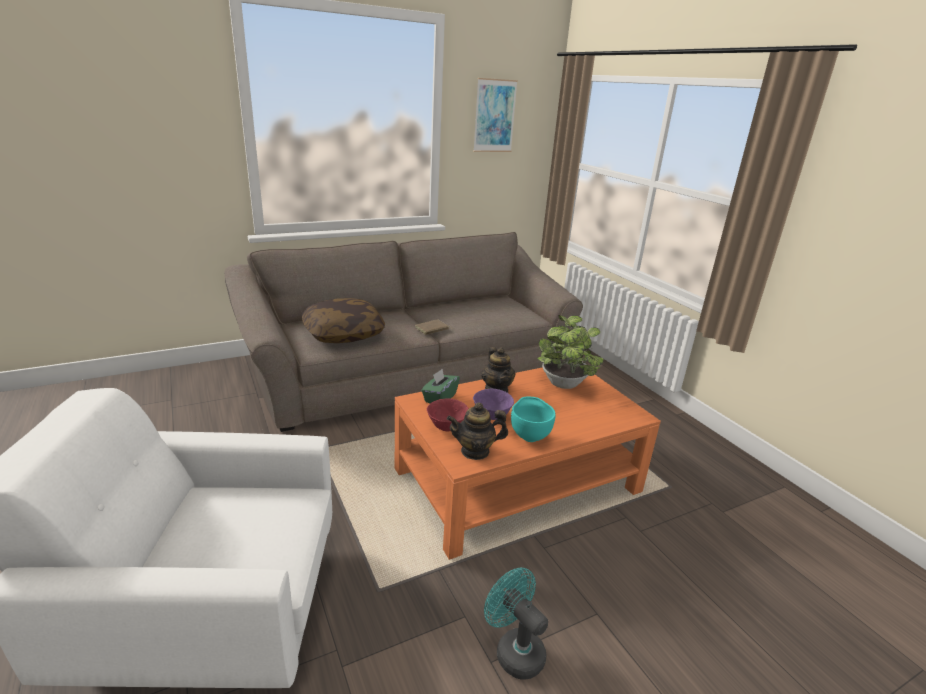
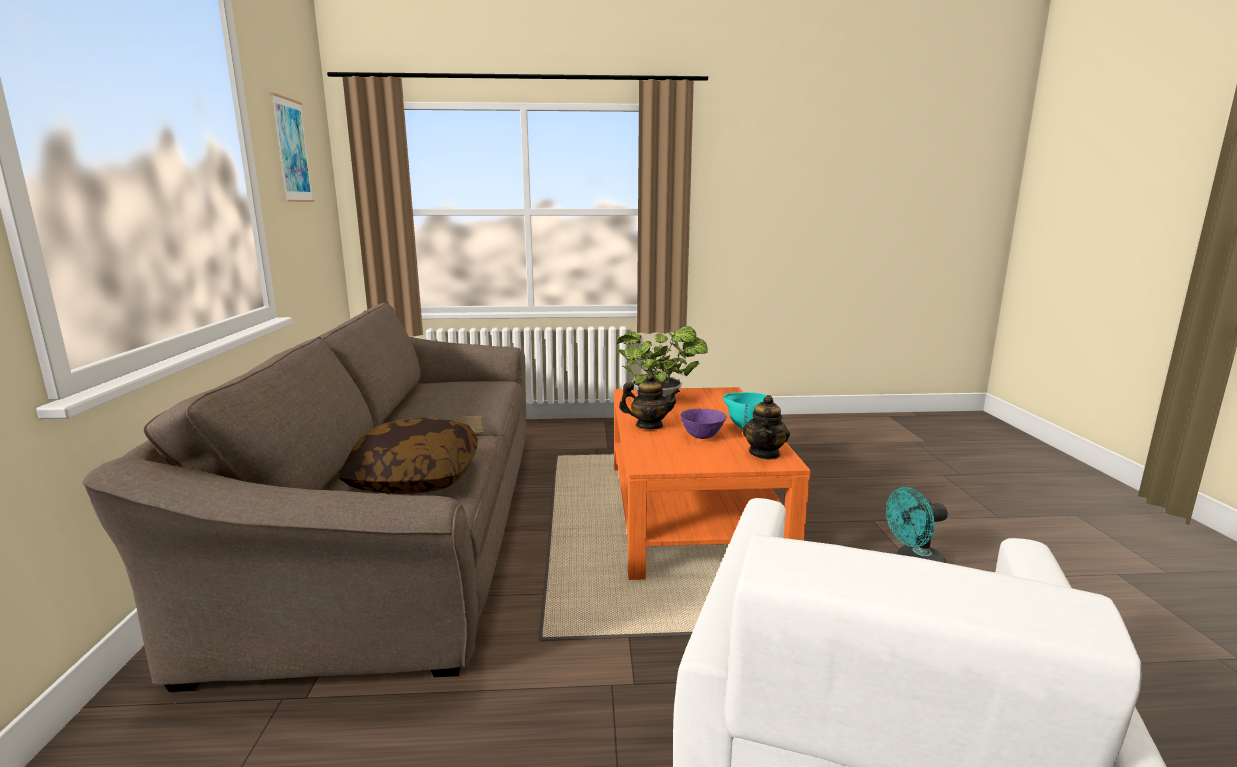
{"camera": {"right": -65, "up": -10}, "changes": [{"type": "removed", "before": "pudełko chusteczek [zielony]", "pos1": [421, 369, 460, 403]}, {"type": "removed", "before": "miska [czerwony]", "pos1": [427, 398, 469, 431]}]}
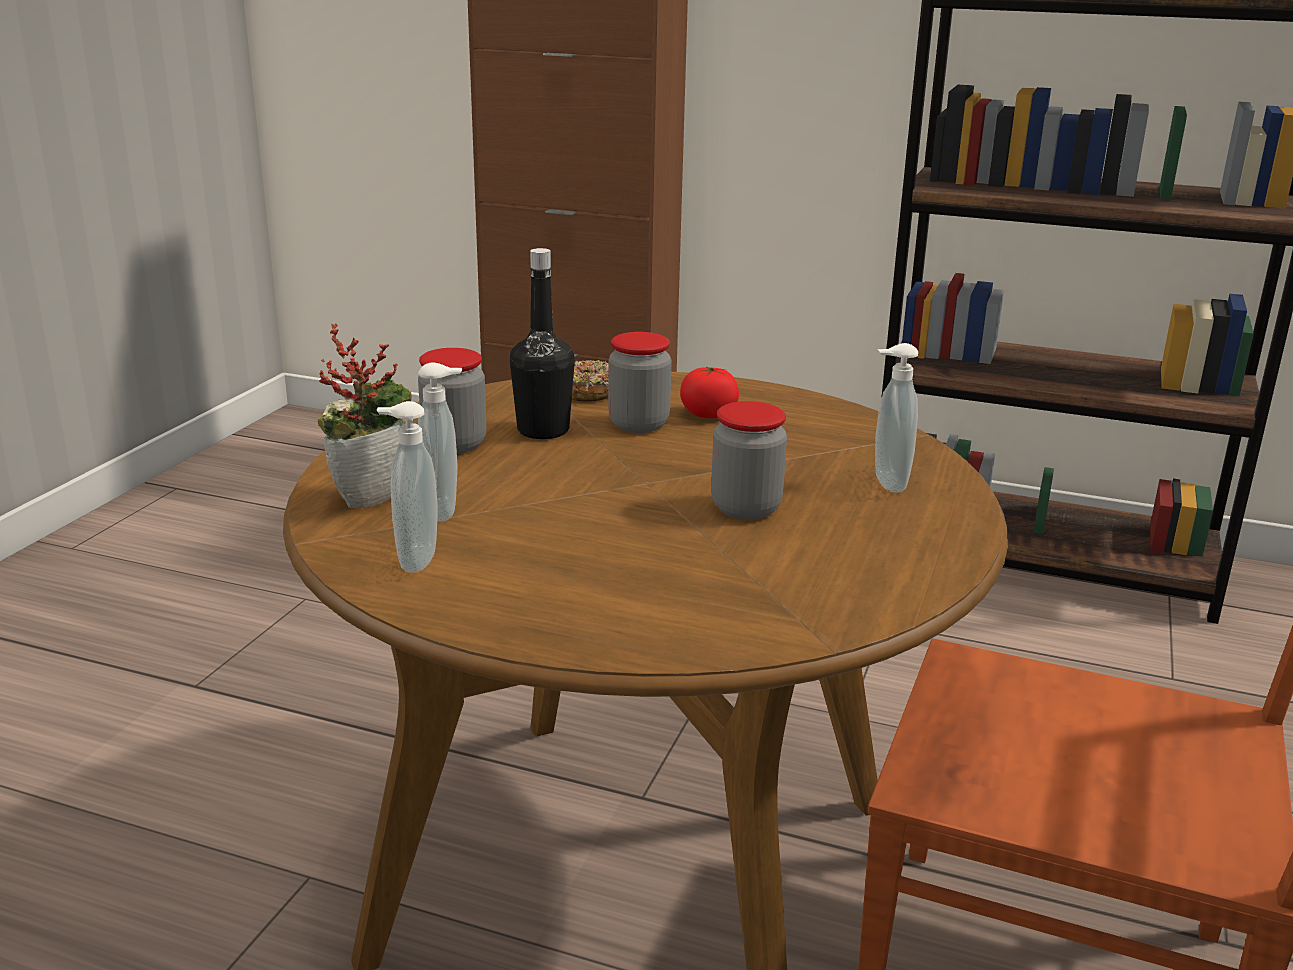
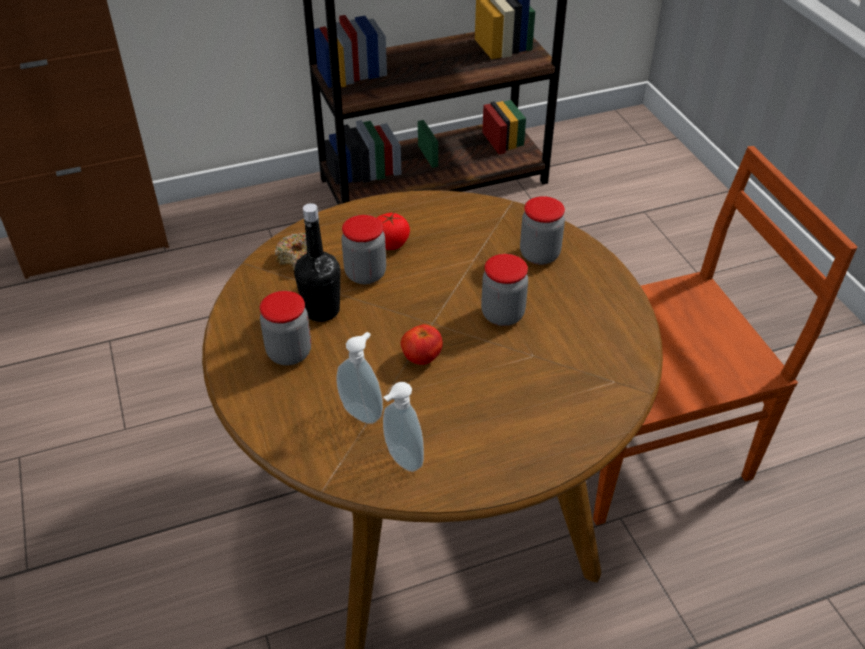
{"camera": {"right": -40, "up": 20}, "changes": [{"type": "removed", "before": "roślina doniczkowa", "pos1": [318, 323, 412, 509]}, {"type": "replaced", "before": "dozownik mydła", "after": "słoik", "pos1": [875, 343, 918, 492], "pos2": [520, 196, 565, 265]}, {"type": "added", "after": "pomidor", "pos2": [401, 324, 443, 365]}]}
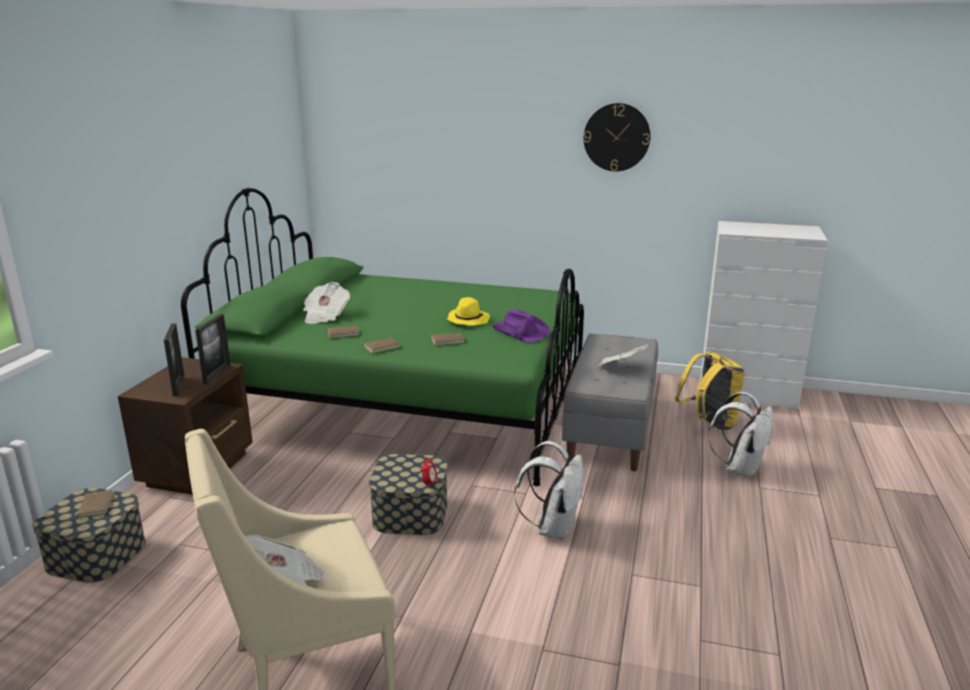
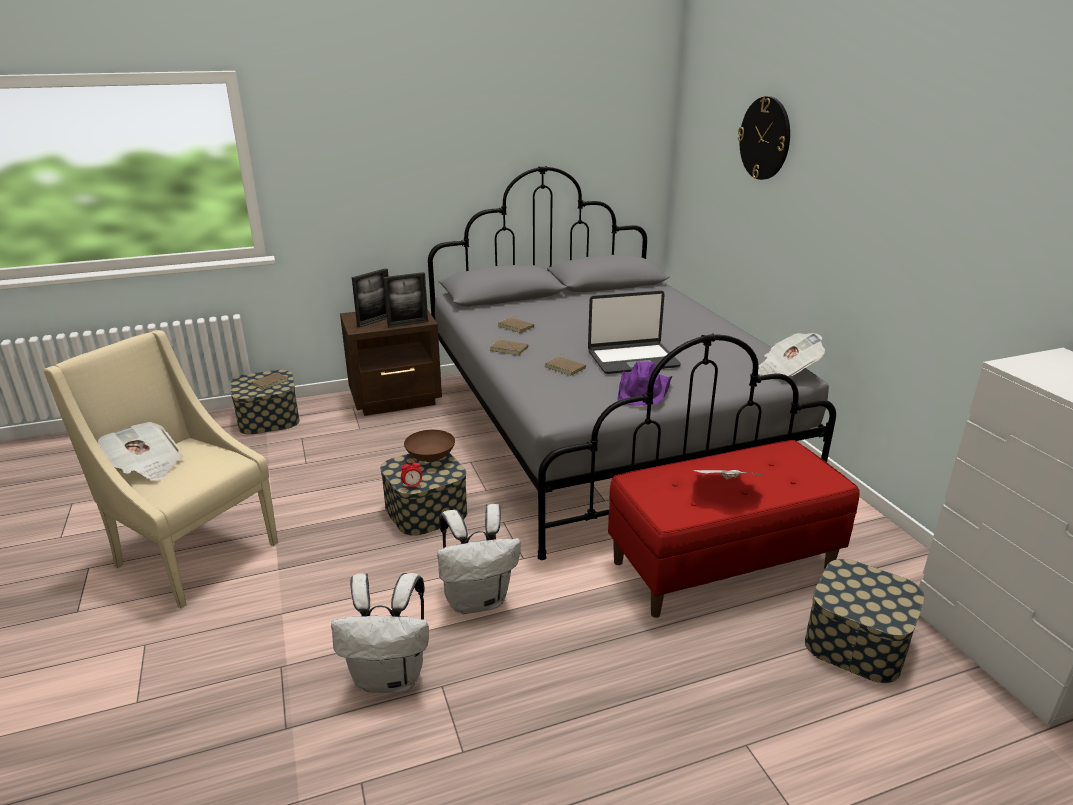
{"camera": {"right": 55, "up": 5}, "changes": [{"type": "moved", "before": "zegar ścienny", "pos1": [584, 103, 650, 171], "pos2": [738, 96, 790, 180]}, {"type": "recoloured", "before": "łóżko [zielony]", "after": "łóżko [szary]", "pos1": [181, 188, 584, 486], "pos2": [428, 166, 836, 560]}, {"type": "moved", "before": "gazeta", "pos1": [303, 282, 350, 324], "pos2": [758, 333, 825, 376]}, {"type": "replaced", "before": "kapelusz [żółty]", "after": "laptop", "pos1": [447, 297, 490, 325], "pos2": [588, 291, 681, 374]}, {"type": "recoloured", "before": "ławka [szary]", "after": "ławka [czerwony]", "pos1": [562, 333, 658, 471], "pos2": [608, 440, 860, 618]}, {"type": "replaced", "before": "plecak [żółty]", "after": "pojemnik do przechowywania", "pos1": [675, 351, 745, 431], "pos2": [804, 559, 925, 683]}, {"type": "moved", "before": "plecak [biały]", "pos1": [708, 392, 773, 478], "pos2": [331, 573, 429, 693]}, {"type": "added", "after": "miska [brązowy]", "pos2": [404, 430, 455, 462]}]}
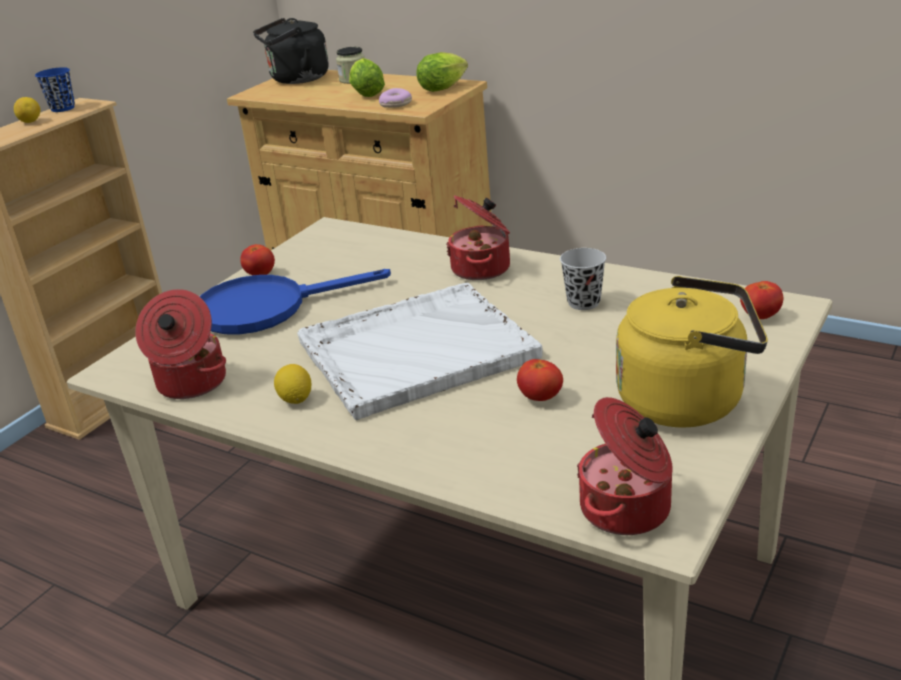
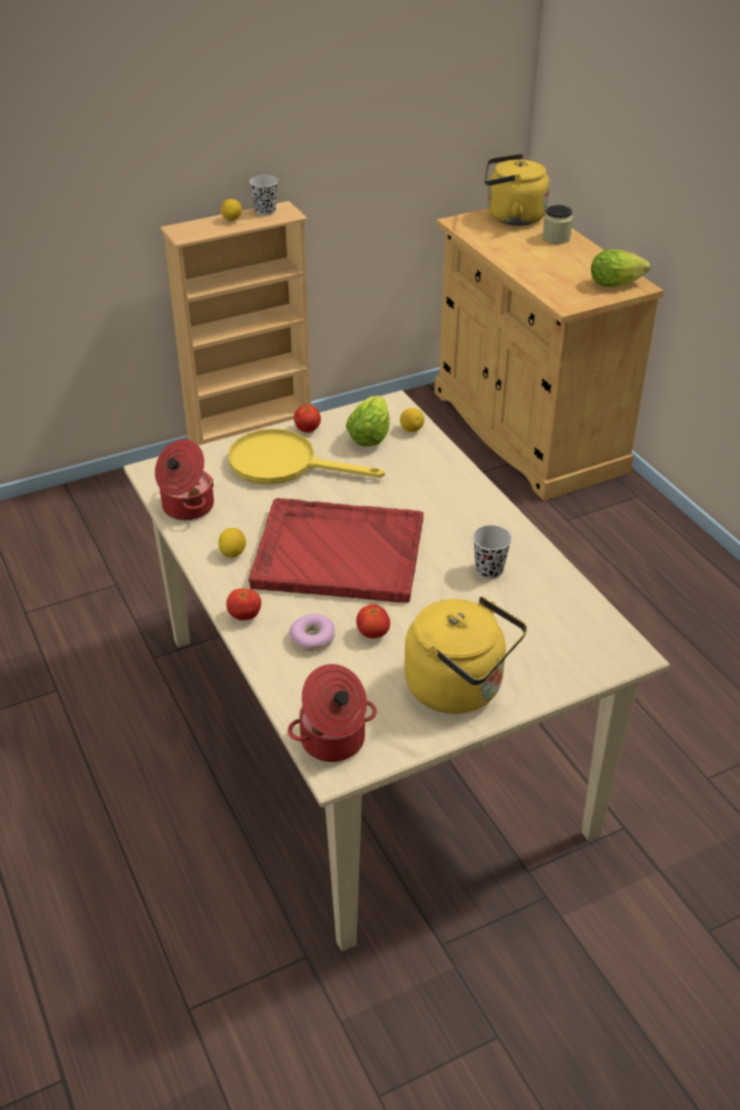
{"camera": {"right": 30, "up": 10}, "changes": [{"type": "recoloured", "before": "czajnik [czarny]", "after": "czajnik [żółty]", "pos1": [253, 18, 329, 84], "pos2": [484, 154, 550, 226]}, {"type": "moved", "before": "sałata", "pos1": [349, 58, 385, 97], "pos2": [346, 396, 389, 447]}, {"type": "recoloured", "before": "filiżanka [niebieski]", "after": "filiżanka [czarny]", "pos1": [35, 67, 75, 112], "pos2": [249, 175, 278, 215]}, {"type": "moved", "before": "donut", "pos1": [379, 88, 412, 108], "pos2": [289, 614, 335, 652]}, {"type": "removed", "before": "garnek", "pos1": [446, 195, 510, 280]}, {"type": "recoloured", "before": "patelnia [niebieski]", "after": "patelnia [żółty]", "pos1": [200, 269, 391, 334], "pos2": [228, 429, 385, 484]}, {"type": "moved", "before": "pomidor", "pos1": [740, 281, 783, 319], "pos2": [226, 588, 261, 620]}, {"type": "recoloured", "before": "taca [biały]", "after": "taca [czerwony]", "pos1": [297, 283, 543, 421], "pos2": [248, 498, 424, 603]}, {"type": "added", "after": "cytryna", "pos2": [400, 408, 424, 432]}]}
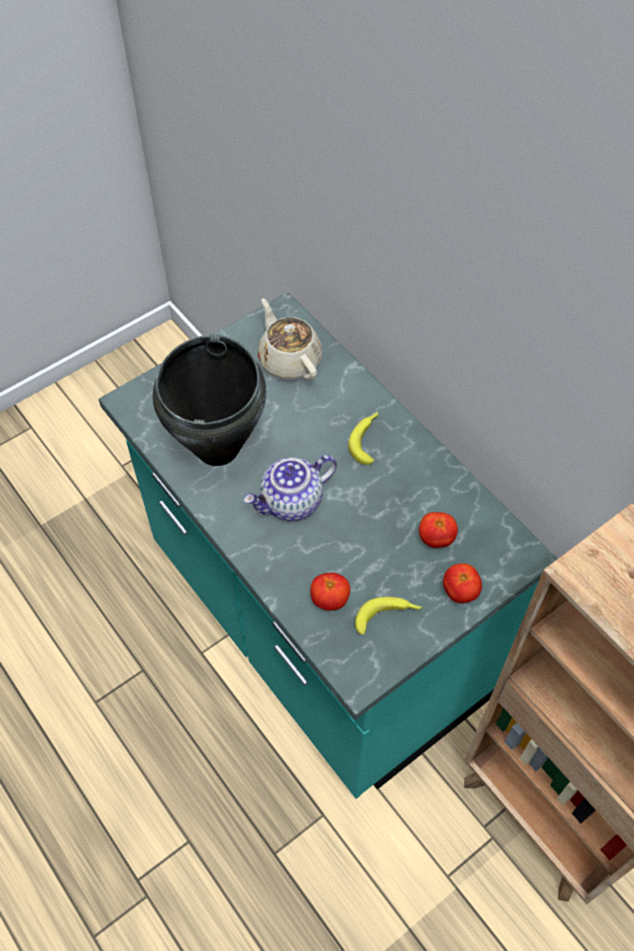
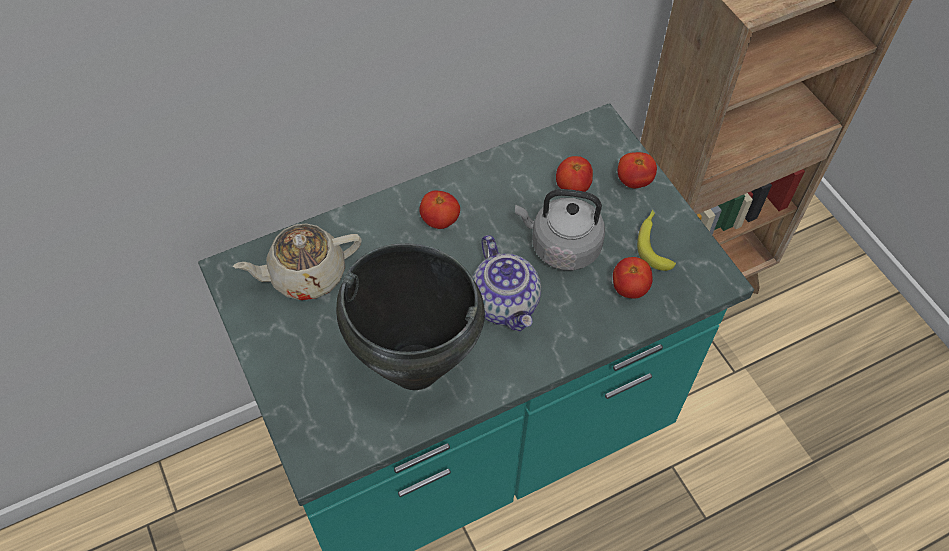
{"camera": {"right": -80, "up": 0}, "changes": [{"type": "replaced", "before": "banan", "after": "pomidor", "pos1": [348, 411, 378, 465], "pos2": [419, 190, 460, 229]}, {"type": "added", "after": "czajnik [szary]", "pos2": [515, 189, 605, 270]}]}
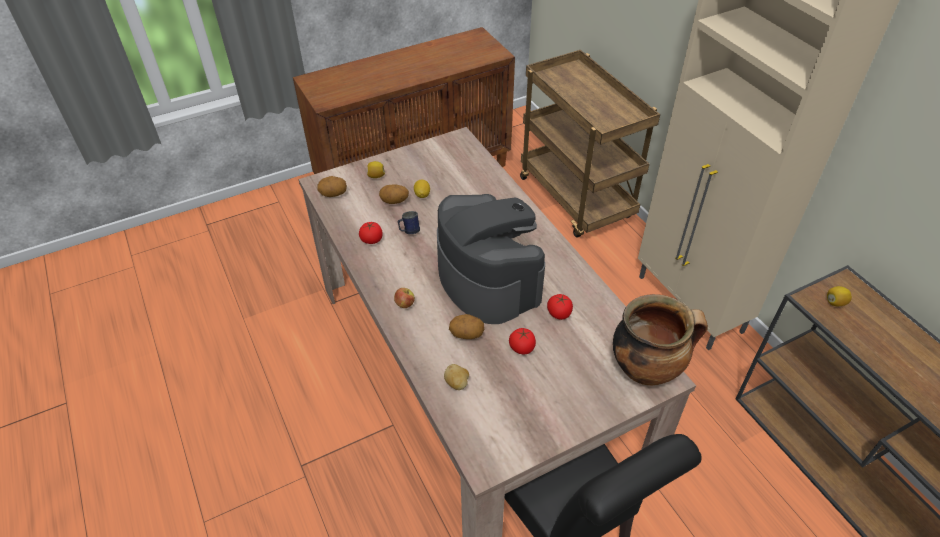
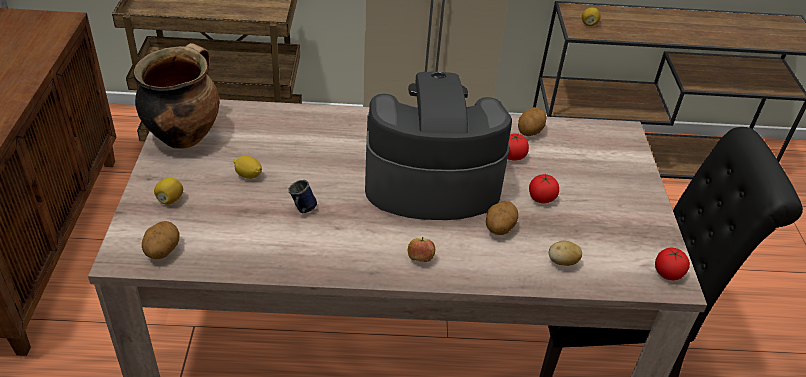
{"camera": {"right": -65, "up": -5}, "changes": [{"type": "moved", "before": "ziemniak", "pos1": [379, 184, 409, 204], "pos2": [518, 107, 547, 136]}, {"type": "moved", "before": "pomidor", "pos1": [359, 222, 383, 244], "pos2": [655, 248, 690, 280]}, {"type": "moved", "before": "garnek", "pos1": [613, 294, 708, 385], "pos2": [134, 43, 219, 149]}]}
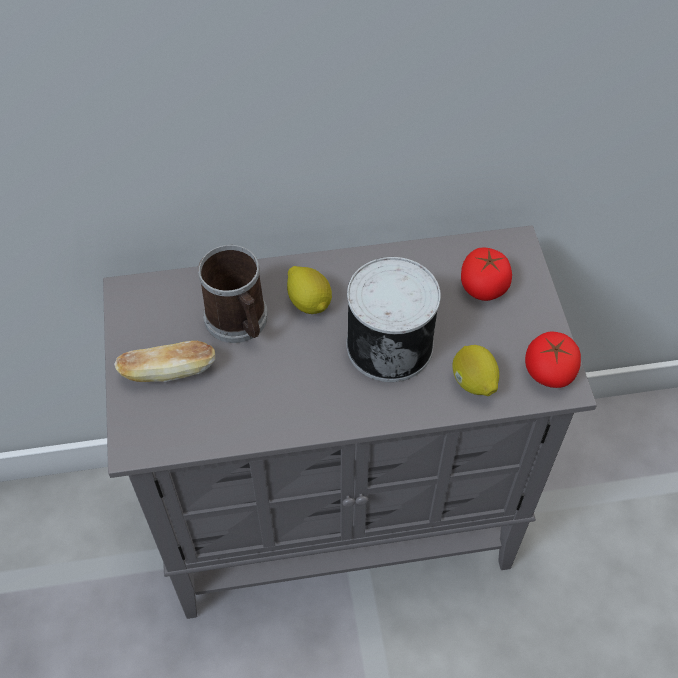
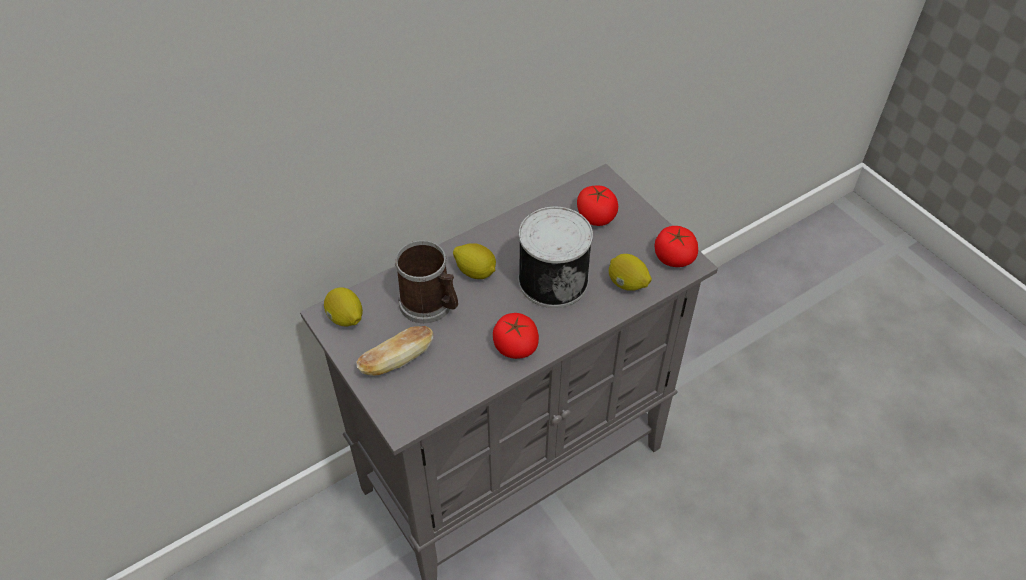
{"camera": {"right": -25, "up": -5}, "changes": [{"type": "added", "after": "cytryna", "pos2": [324, 287, 363, 327]}, {"type": "added", "after": "pomidor", "pos2": [493, 313, 539, 359]}]}
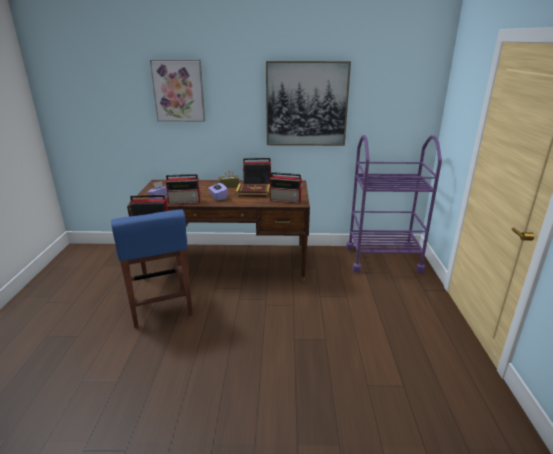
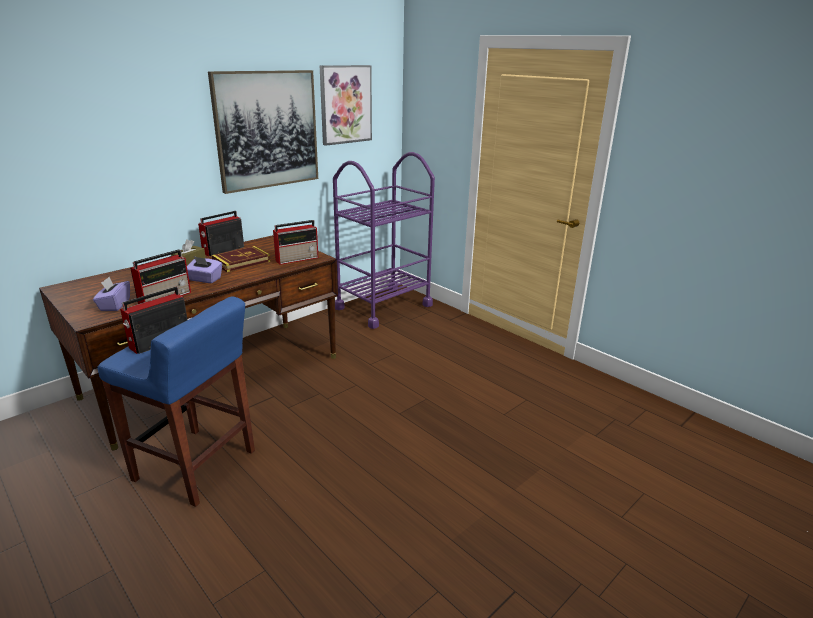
{"camera": {"right": -45, "up": 0}, "changes": [{"type": "moved", "before": "obraz", "pos1": [150, 59, 205, 122], "pos2": [320, 65, 372, 146]}]}
